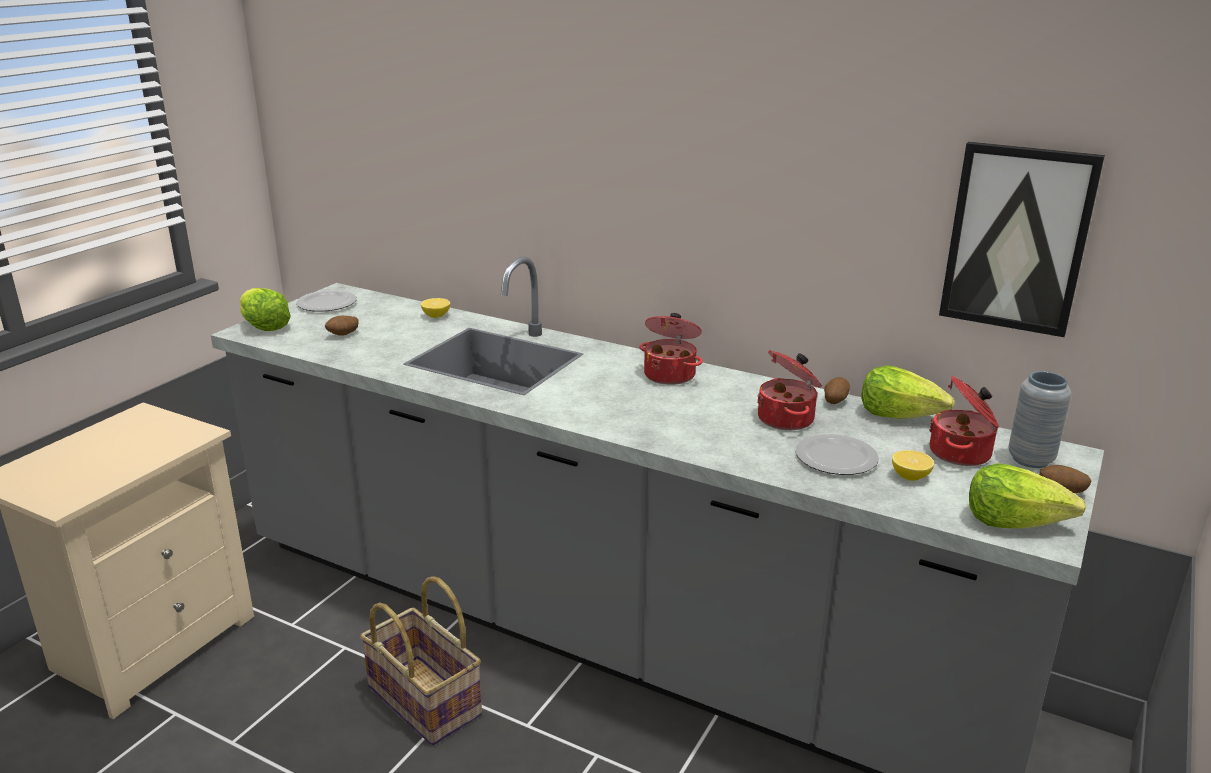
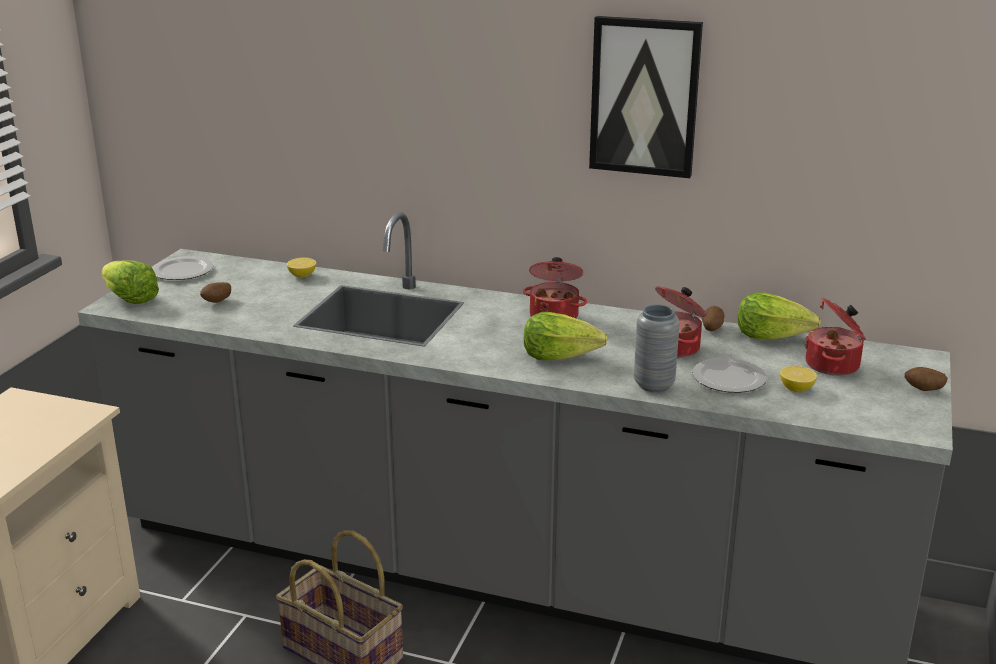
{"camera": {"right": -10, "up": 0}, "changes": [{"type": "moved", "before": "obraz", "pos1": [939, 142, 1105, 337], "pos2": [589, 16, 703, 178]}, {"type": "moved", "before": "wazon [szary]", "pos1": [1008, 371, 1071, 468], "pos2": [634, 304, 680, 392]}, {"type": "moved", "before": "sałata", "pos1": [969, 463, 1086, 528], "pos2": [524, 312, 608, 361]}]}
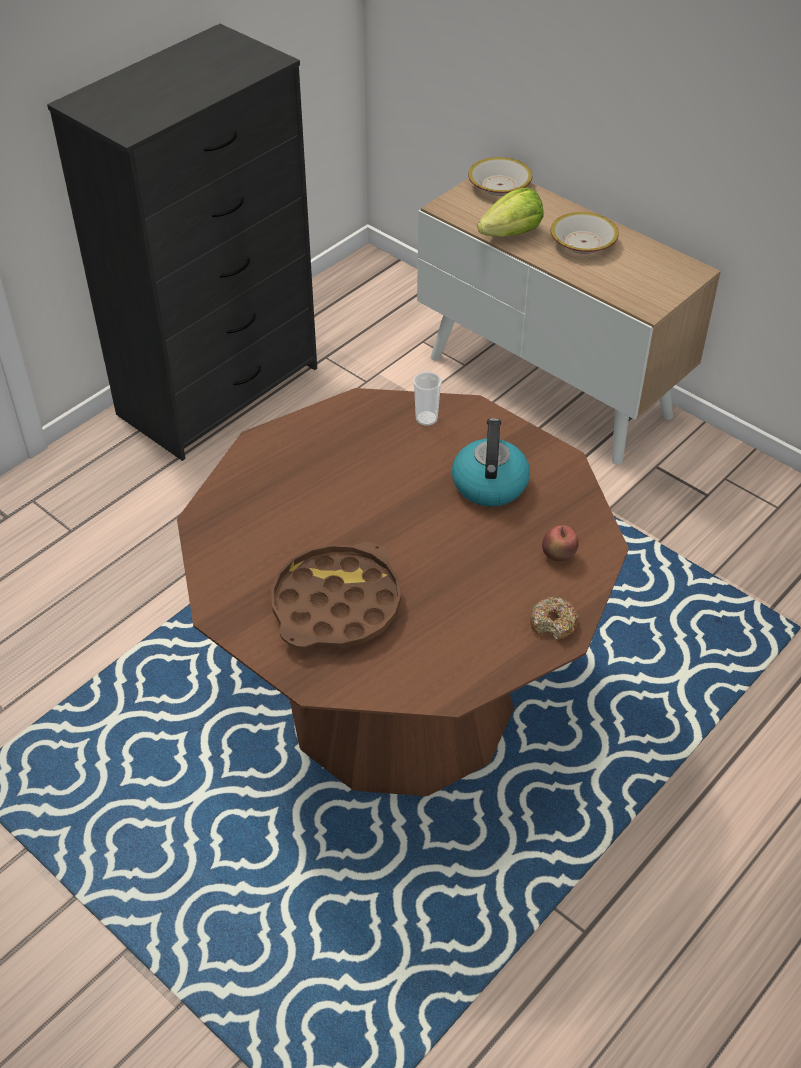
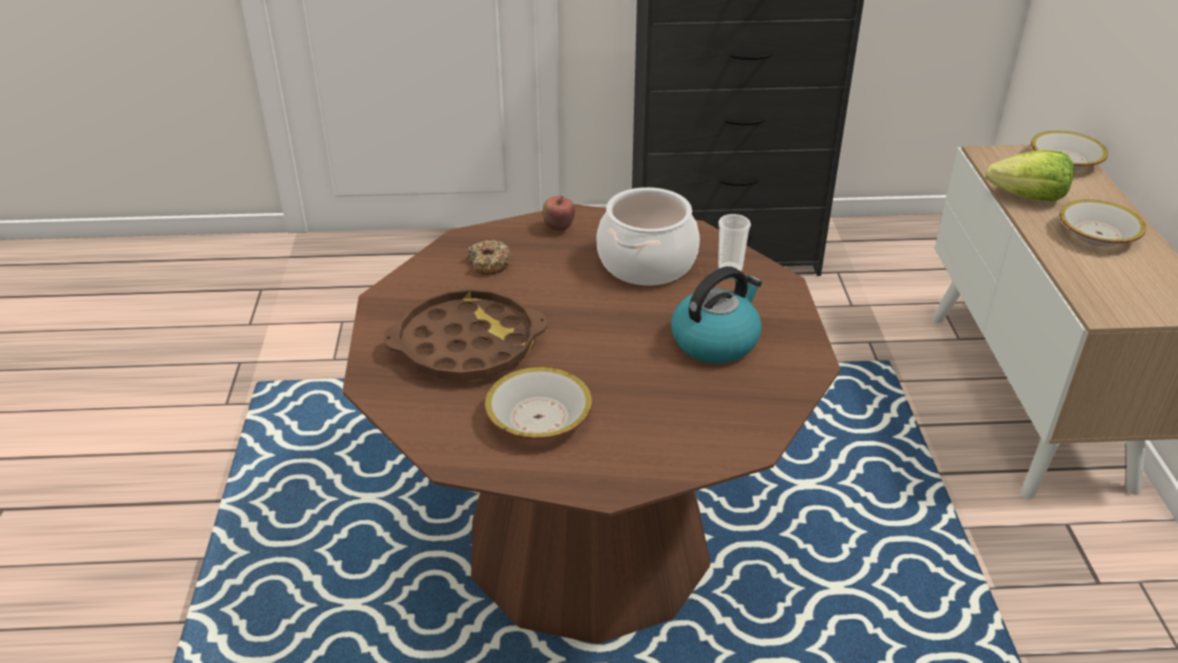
{"camera": {"right": 45, "up": -10}, "changes": [{"type": "moved", "before": "jabłko", "pos1": [542, 525, 579, 562], "pos2": [542, 196, 575, 232]}, {"type": "moved", "before": "donut", "pos1": [530, 597, 578, 640], "pos2": [468, 240, 512, 275]}, {"type": "added", "after": "garnek", "pos2": [596, 187, 700, 286]}, {"type": "added", "after": "miska", "pos2": [485, 367, 592, 439]}]}
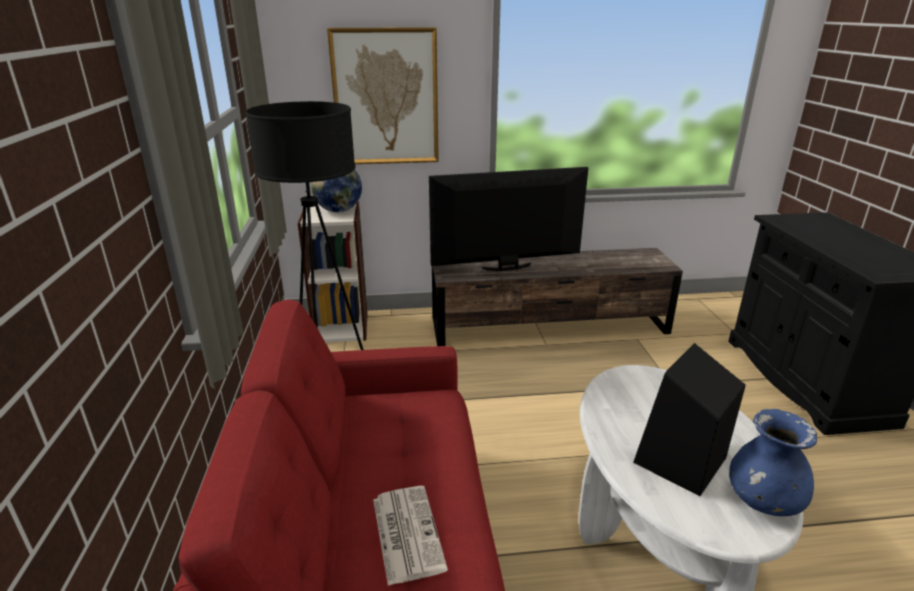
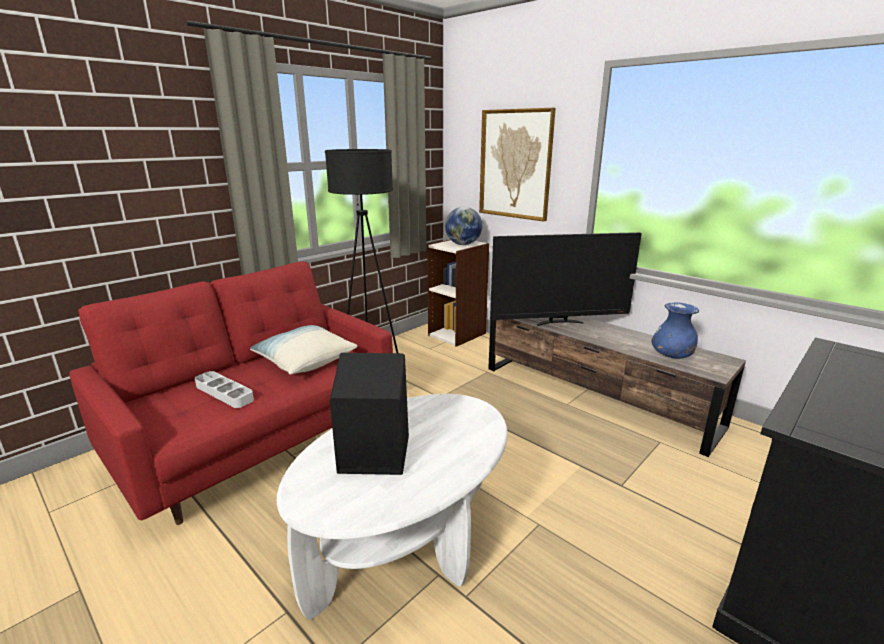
{"camera": {"right": 50, "up": -5}, "changes": [{"type": "turned", "before": "telewizor", "pos1": [429, 167, 588, 271], "pos2": [490, 232, 642, 326], "turn": 135}, {"type": "moved", "before": "wazon [niebieski]", "pos1": [729, 409, 817, 516], "pos2": [651, 303, 699, 359]}, {"type": "replaced", "before": "gazeta", "after": "taca [szary]", "pos1": [373, 486, 448, 586], "pos2": [195, 371, 254, 408]}, {"type": "added", "after": "poduszka", "pos2": [250, 325, 358, 375]}]}
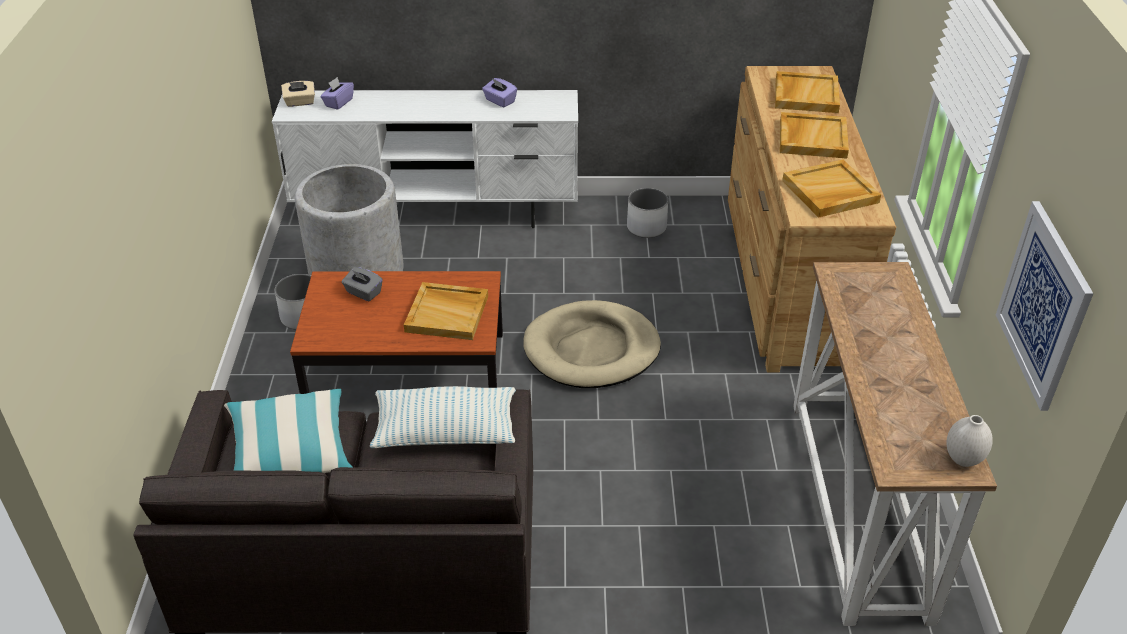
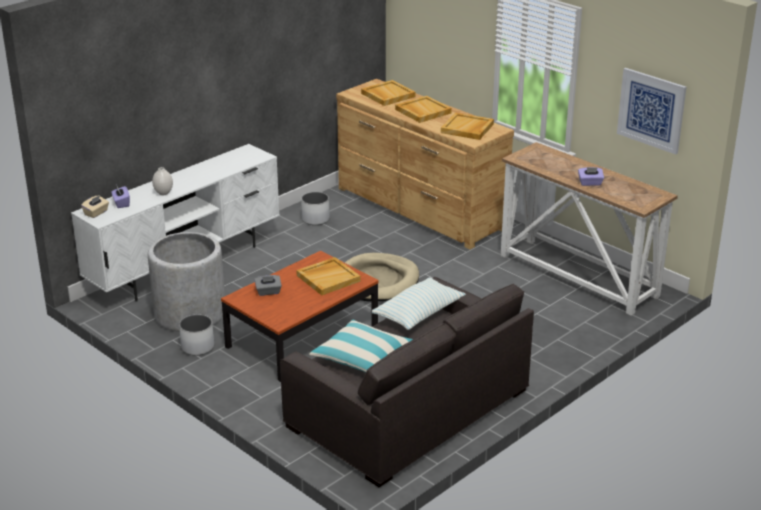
{"camera": {"right": -45, "up": -10}, "changes": [{"type": "moved", "before": "pudełko chusteczek [fioletowy]", "pos1": [482, 78, 517, 107], "pos2": [578, 167, 604, 186]}, {"type": "moved", "before": "wazon [biały]", "pos1": [946, 415, 993, 467], "pos2": [152, 167, 173, 195]}]}
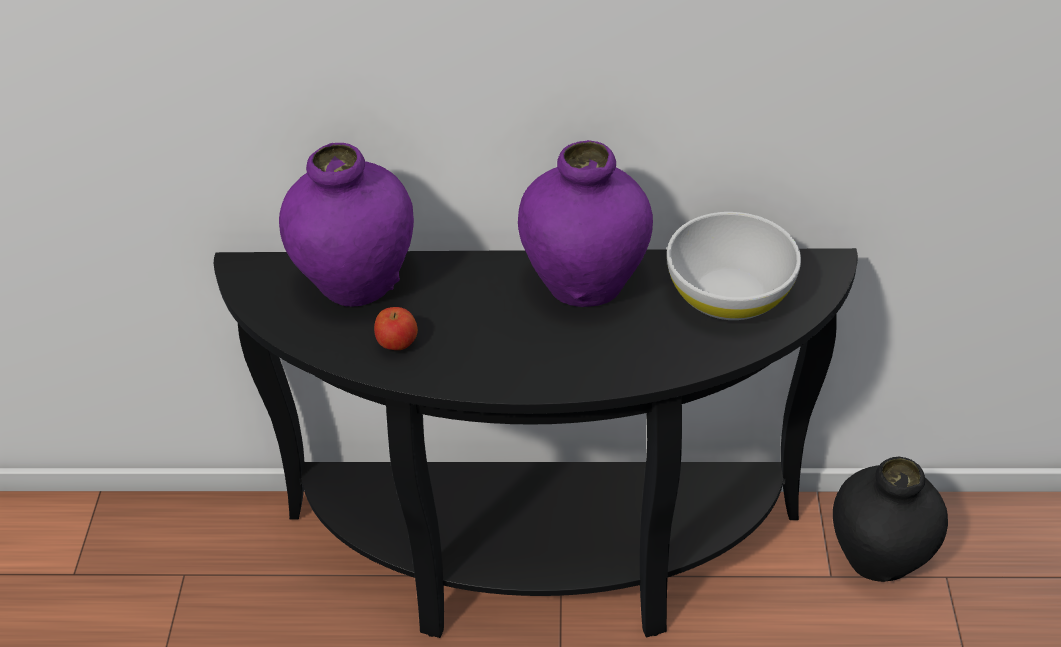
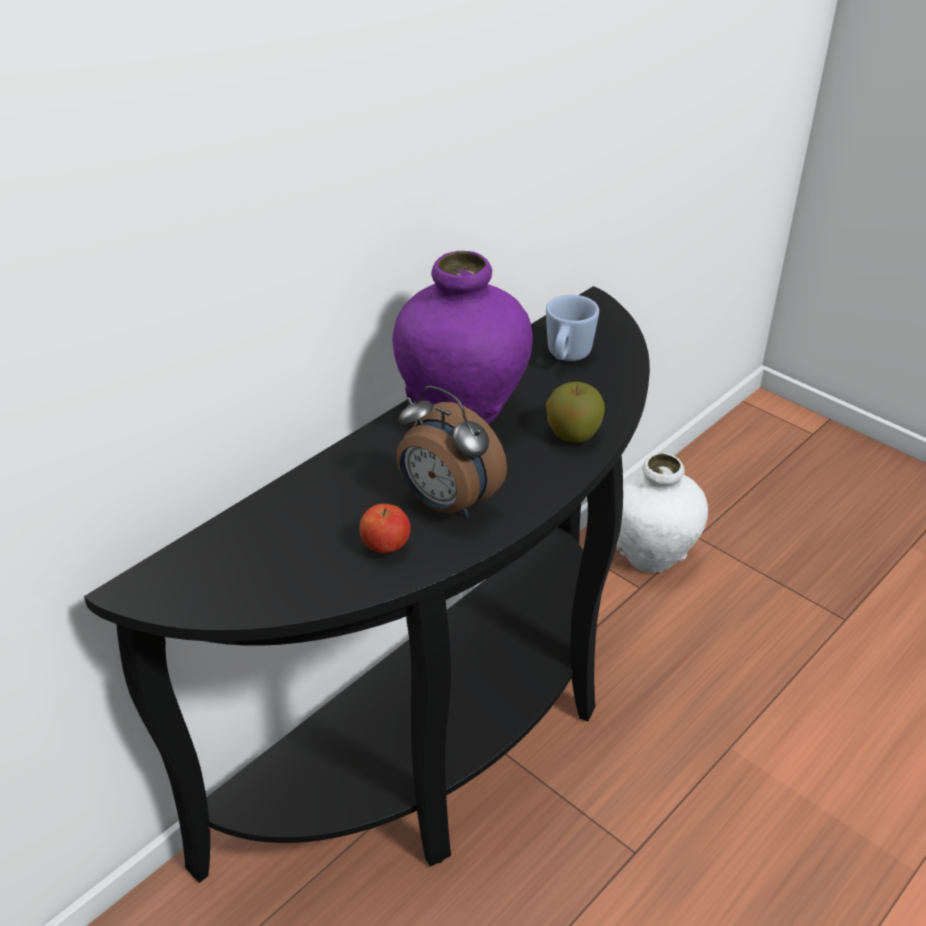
{"camera": {"right": -50, "up": -5}, "changes": [{"type": "removed", "before": "wazon [fioletowy]", "pos1": [279, 143, 414, 307]}, {"type": "replaced", "before": "miska [biały]", "after": "kubek [niebieski]", "pos1": [667, 212, 801, 320], "pos2": [546, 295, 599, 361]}, {"type": "recoloured", "before": "wazon [czarny]", "after": "wazon [biały]", "pos1": [833, 457, 948, 582], "pos2": [617, 453, 708, 573]}, {"type": "added", "after": "jabłko", "pos2": [546, 382, 605, 443]}, {"type": "added", "after": "budzik", "pos2": [396, 386, 507, 518]}]}
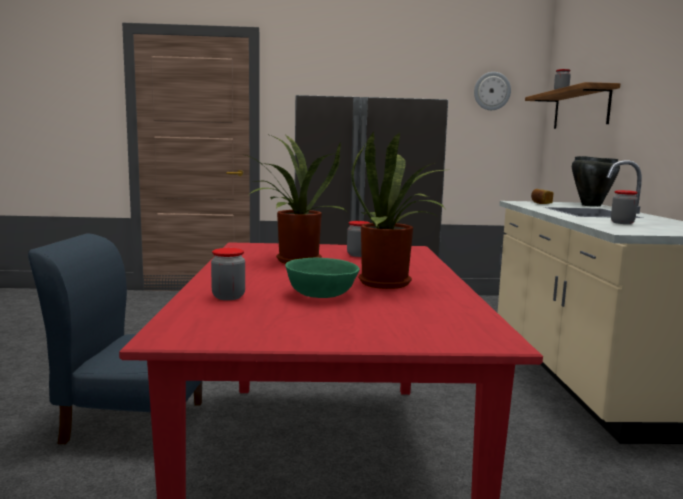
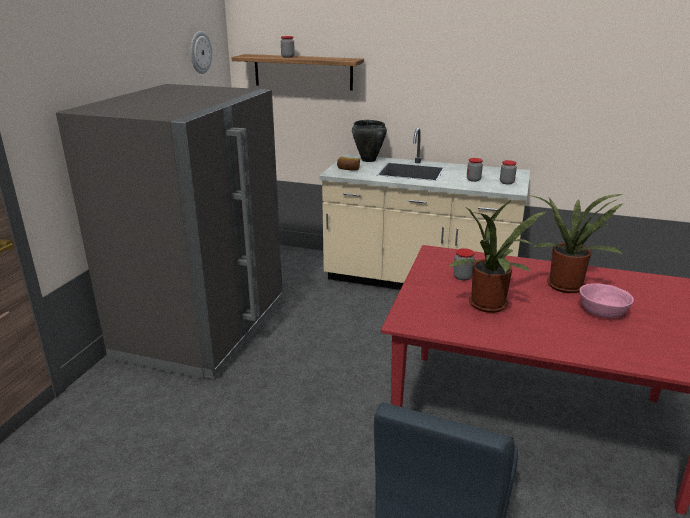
{"camera": {"right": -70, "up": 15}, "changes": [{"type": "moved", "before": "słoik", "pos1": [211, 248, 245, 300], "pos2": [500, 160, 517, 185]}, {"type": "recoloured", "before": "miska [zielony]", "after": "miska [różowy]", "pos1": [285, 258, 360, 298], "pos2": [580, 283, 634, 318]}]}
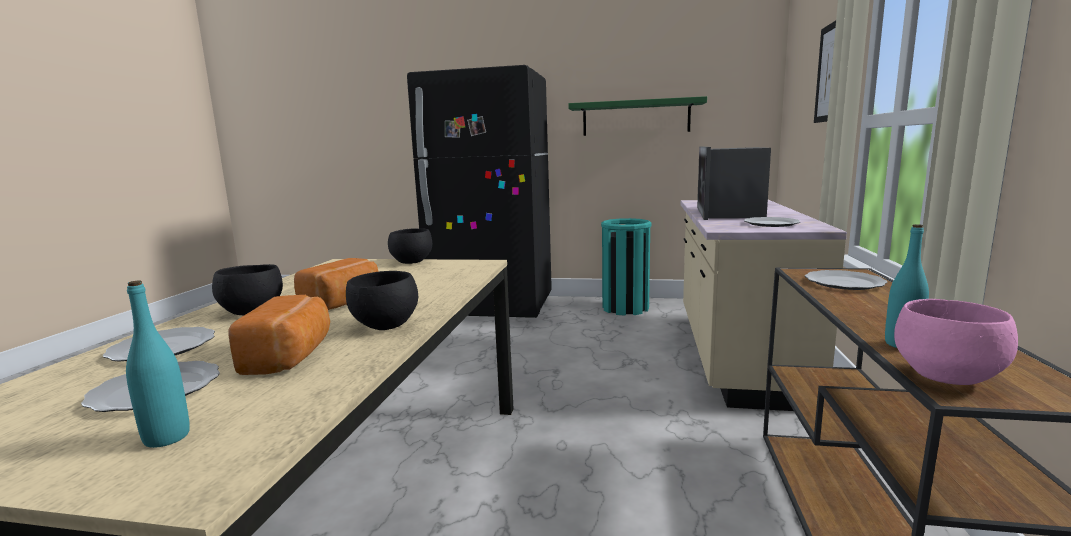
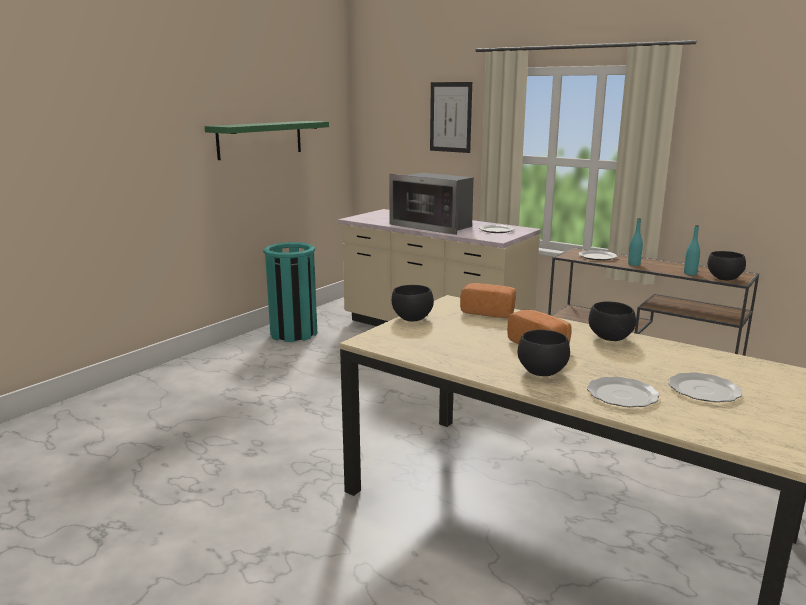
{"camera": {"right": -65, "up": 5}, "changes": [{"type": "removed", "before": "lodówka [czarny]", "pos1": [407, 65, 552, 318]}, {"type": "moved", "before": "butelka [turkusowy]", "pos1": [126, 281, 190, 448], "pos2": [628, 218, 643, 266]}, {"type": "moved", "before": "chleb", "pos1": [229, 295, 330, 375], "pos2": [460, 283, 516, 318]}, {"type": "recoloured", "before": "miska [różowy]", "after": "miska [czarny]", "pos1": [894, 299, 1018, 385], "pos2": [708, 251, 746, 280]}]}
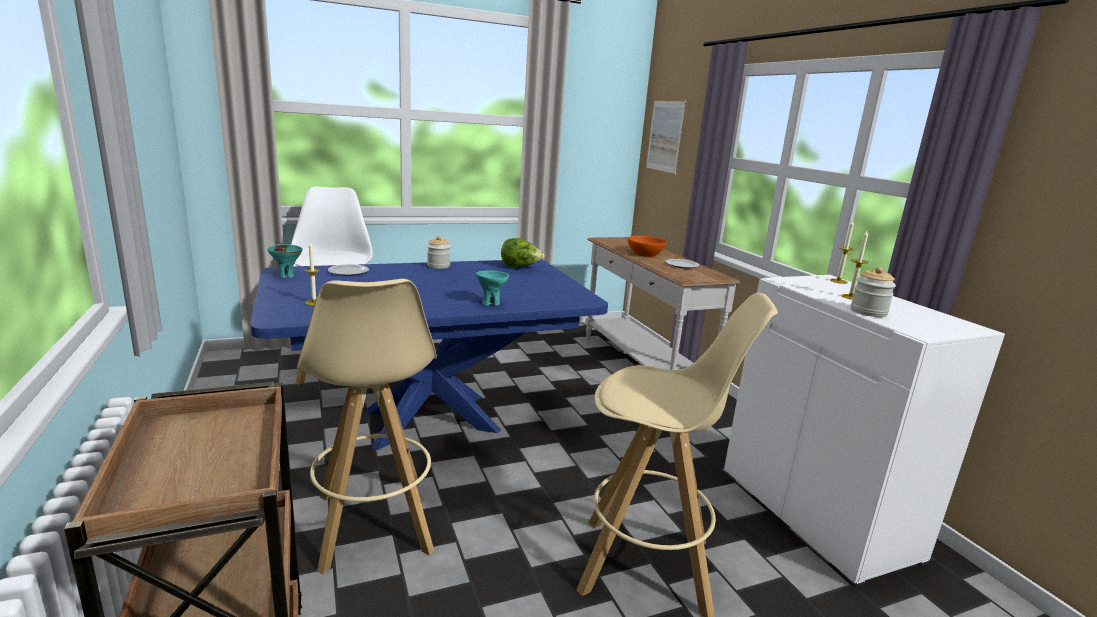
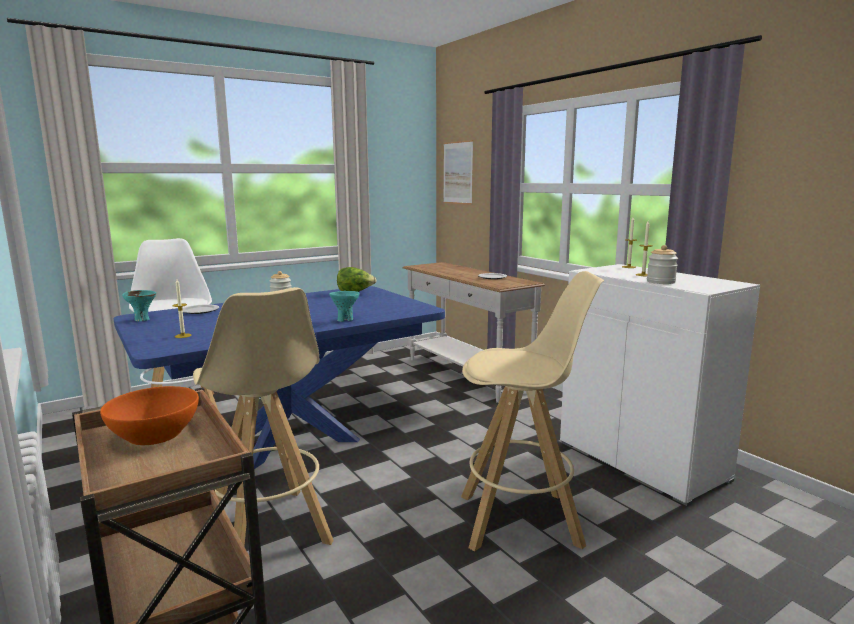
{"camera": {"right": -10, "up": -5}, "changes": [{"type": "moved", "before": "miska [pomarańczowy]", "pos1": [628, 236, 666, 257], "pos2": [100, 386, 199, 445]}]}
